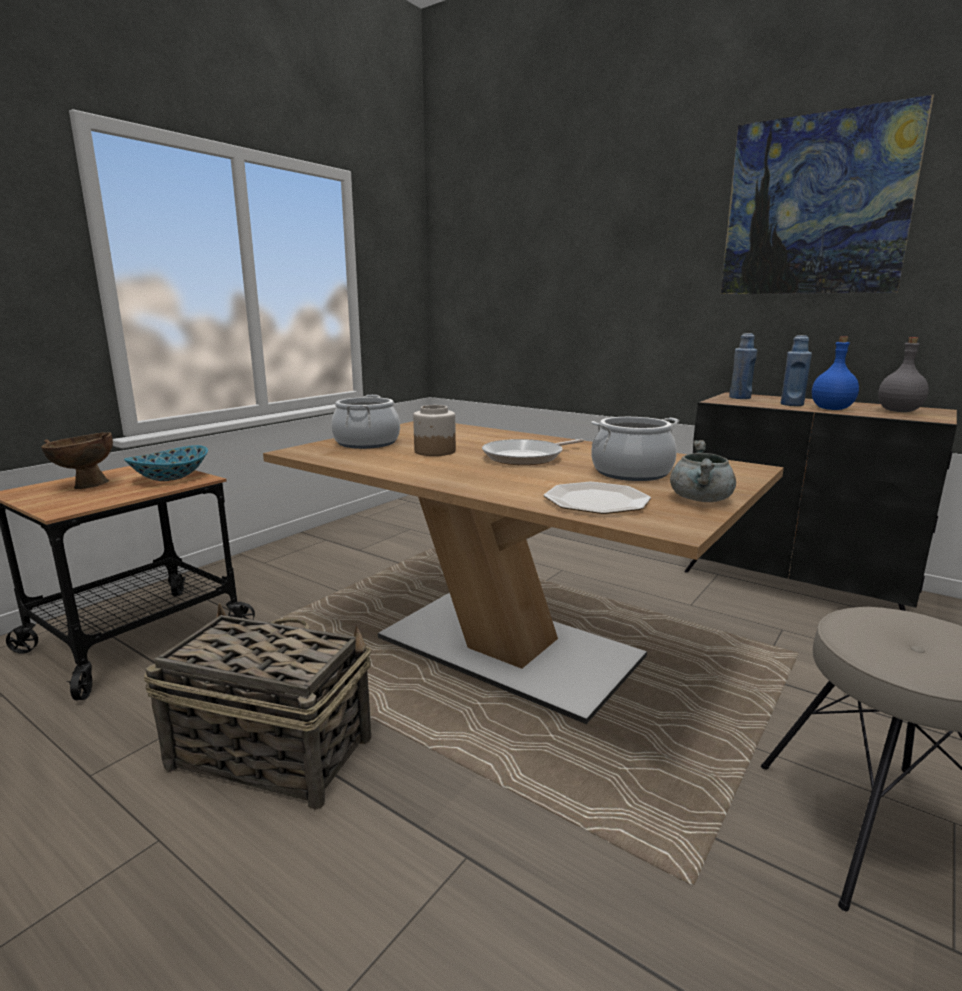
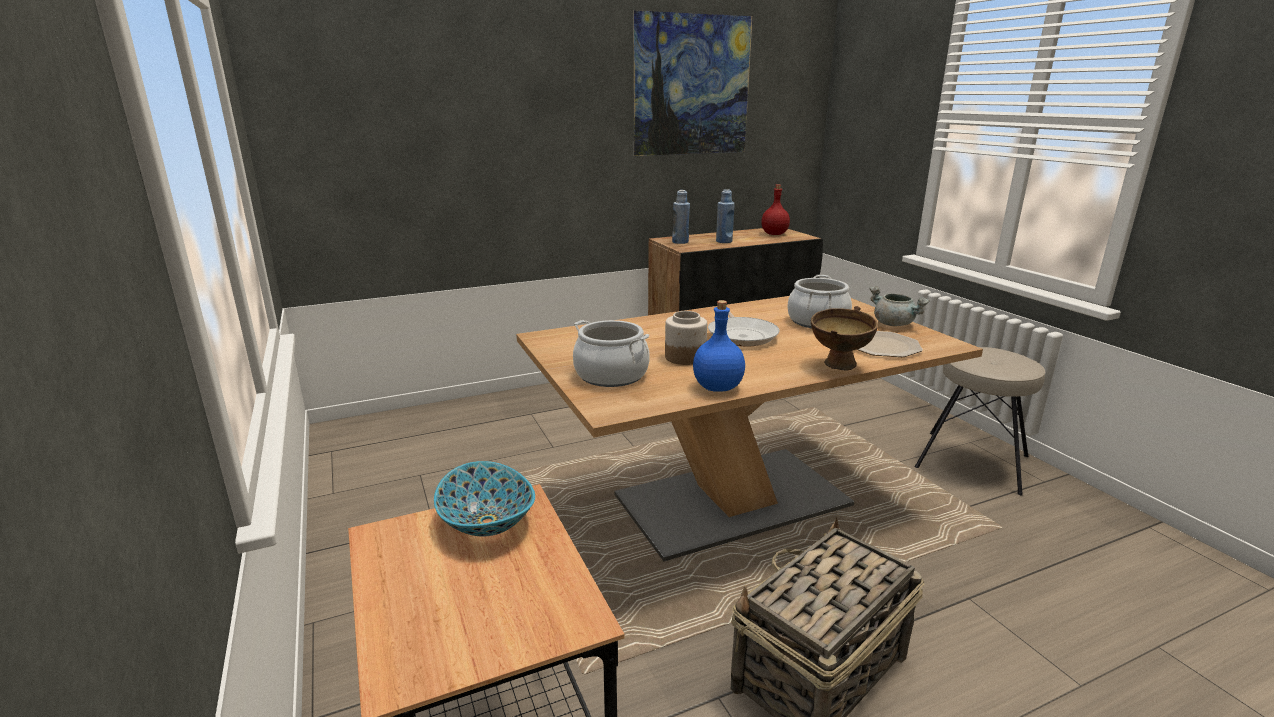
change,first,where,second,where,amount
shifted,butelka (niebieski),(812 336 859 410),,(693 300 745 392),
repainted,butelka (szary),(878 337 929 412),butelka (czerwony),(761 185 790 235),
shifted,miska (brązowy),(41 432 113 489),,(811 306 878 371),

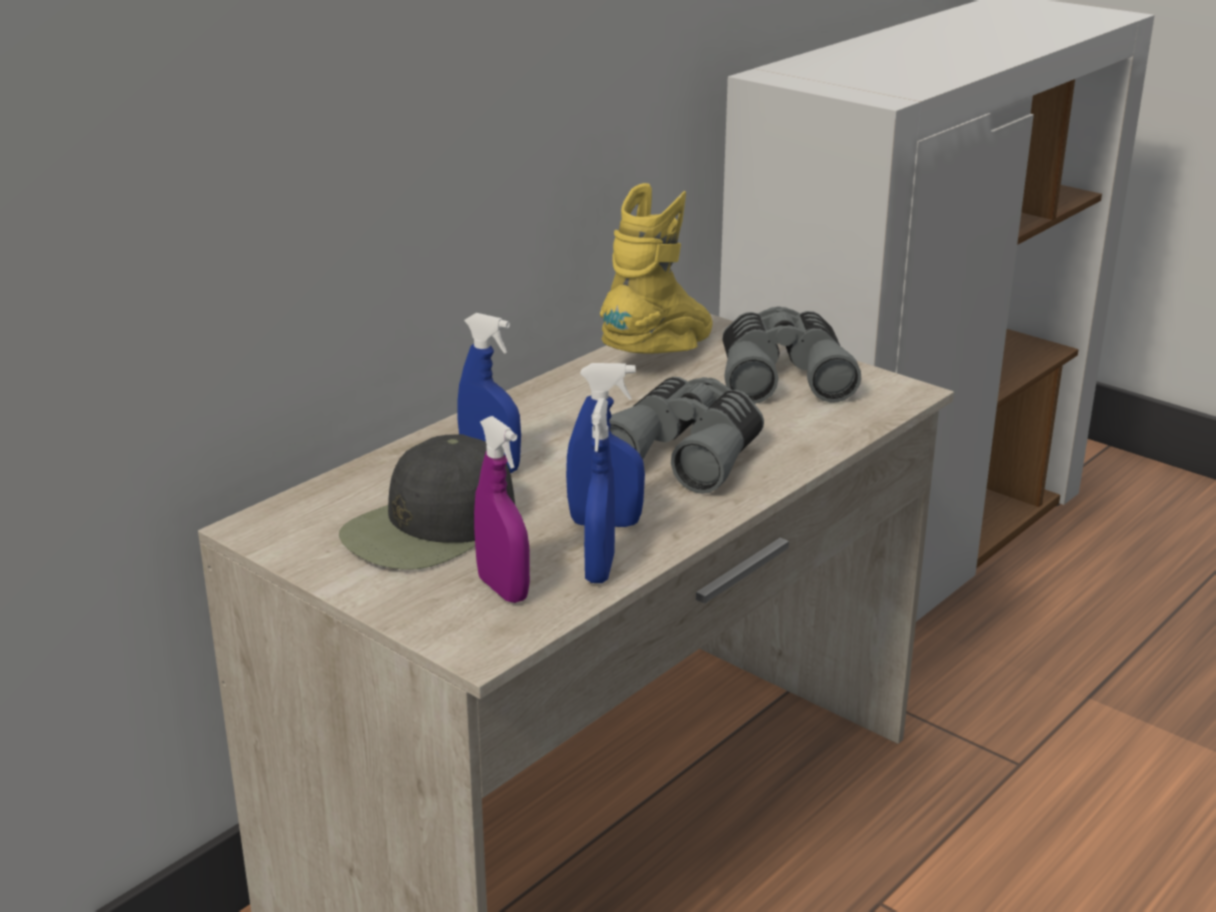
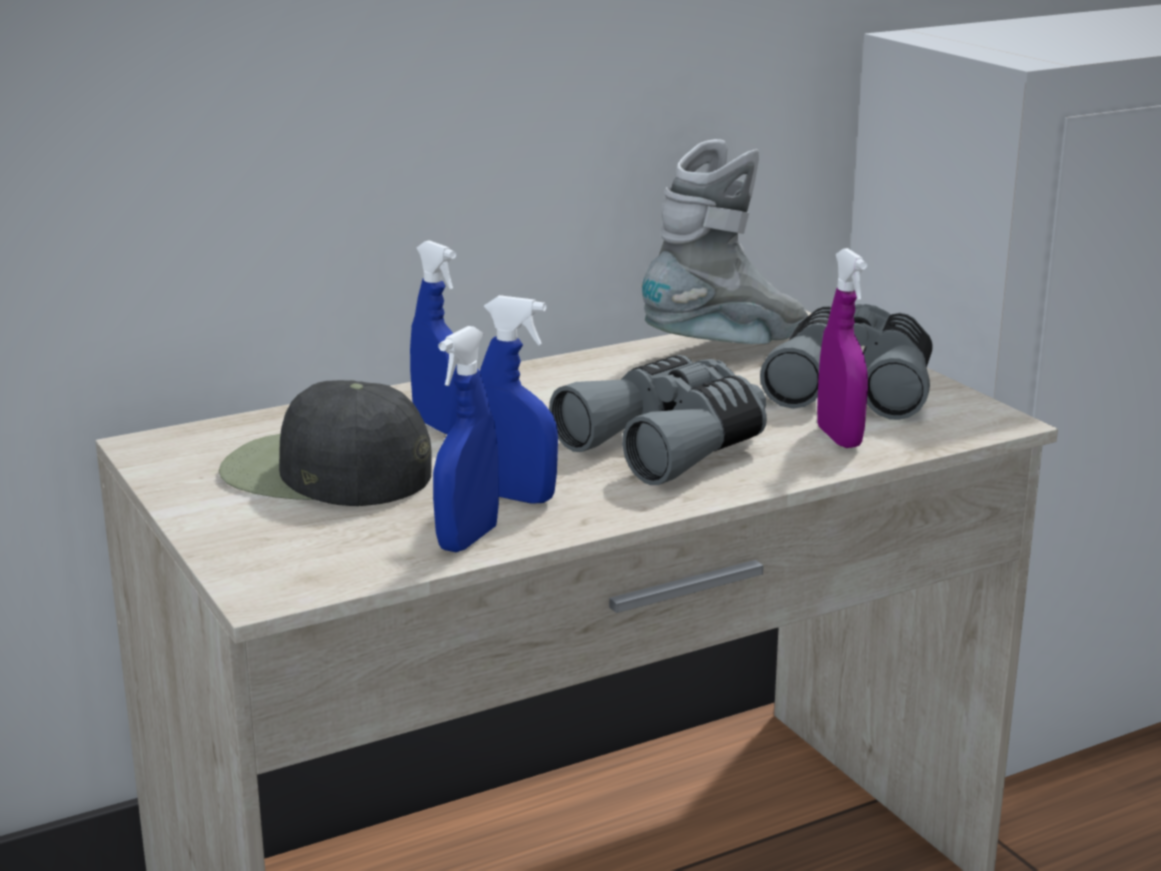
change,first,where,second,where,amount
repainted,but z cholewką (żółty),(600 183 713 354),but z cholewką (szary),(641 139 808 344),
shifted,spryskiwacz (fioletowy),(474 416 530 603),,(817 248 868 448),
rotated,czapka z daszkiem (czarny),(339 434 515 570),,(219 380 432 506),45 degrees clockwise

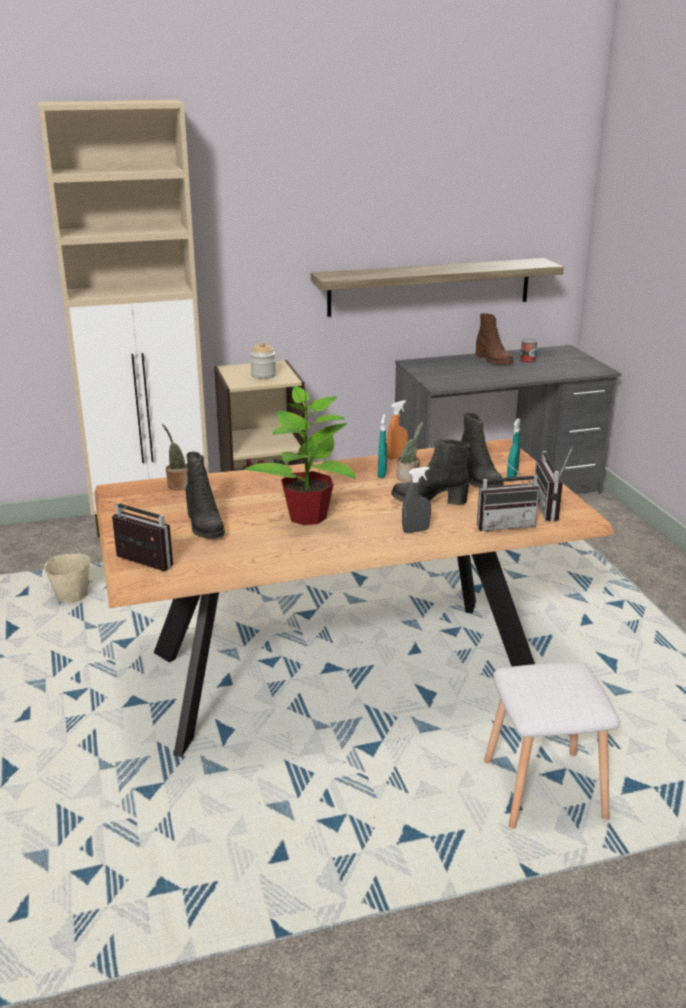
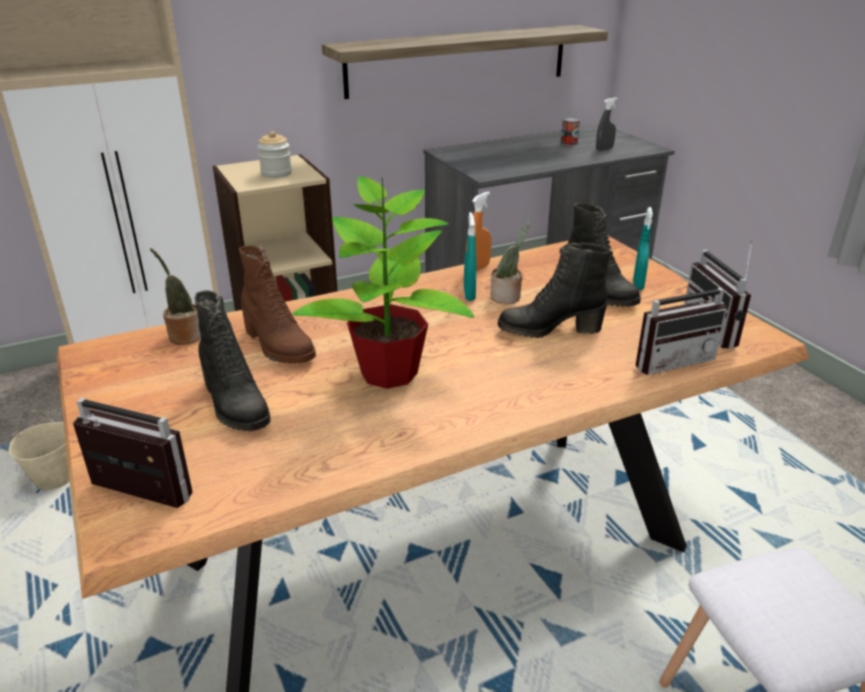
change,first,where,second,where,amount
shifted,but z cholewką (brązowy),(476 313 514 365),,(239 246 316 364),
shifted,spryskiwacz (szary),(402 467 431 533),,(596 98 618 151),

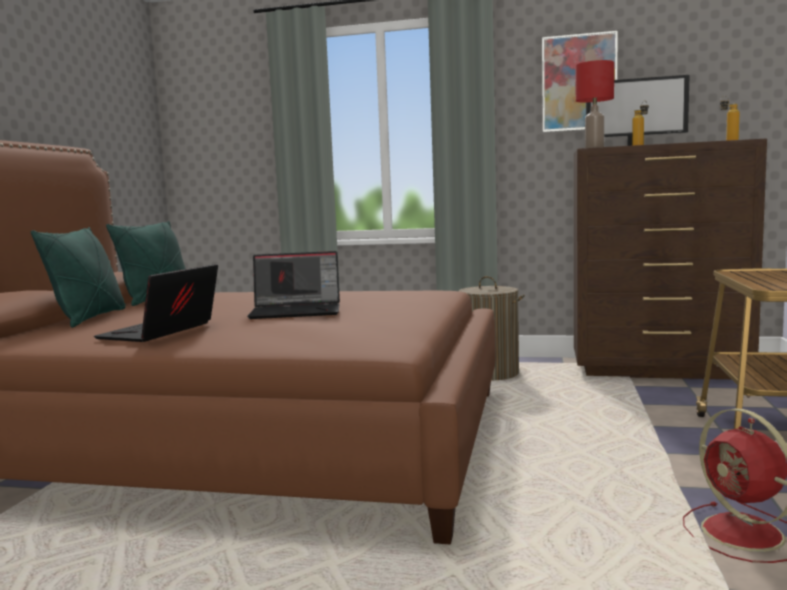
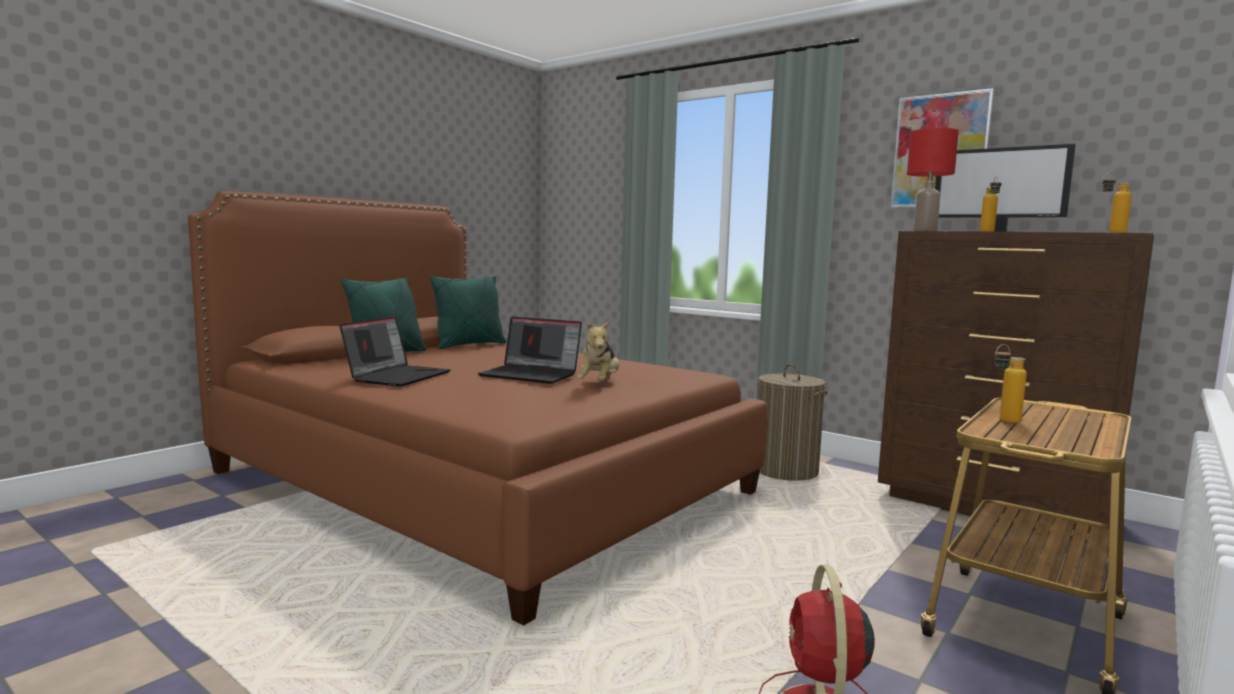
change,first,where,second,where,amount
rotated,laptop,(94 264 218 342),,(339 316 451 387),150 degrees clockwise
new,,,pluszak,(577 321 619 381),
new,,,butelka,(994 344 1027 423),

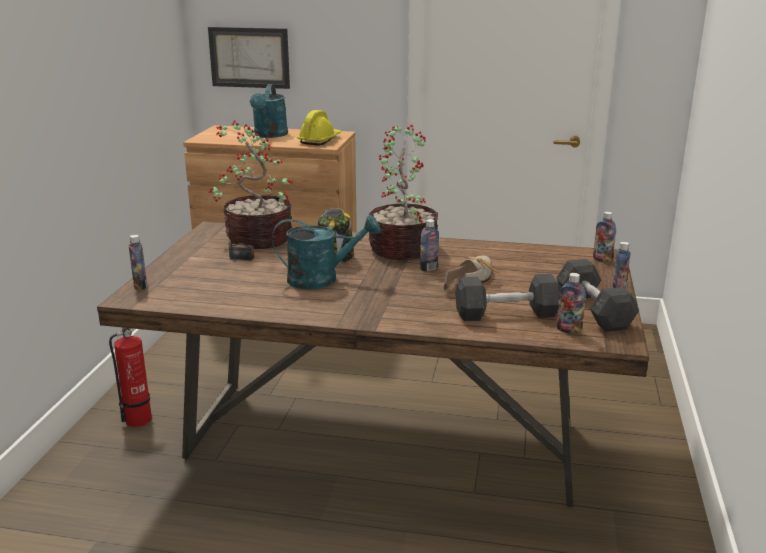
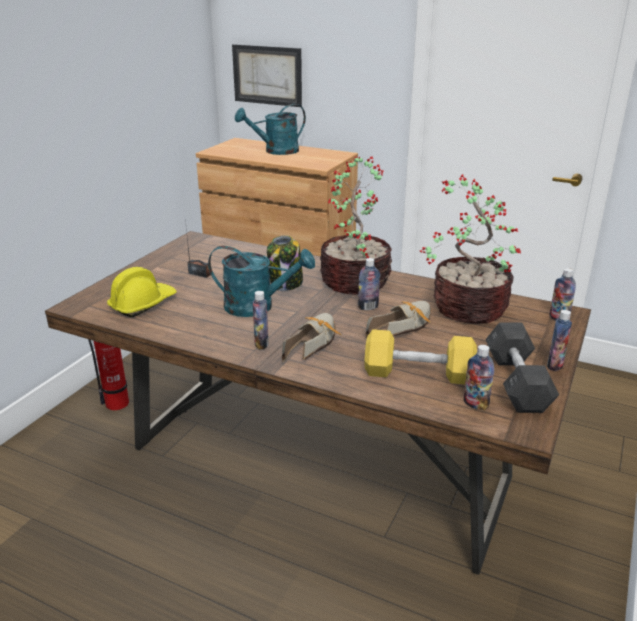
change,first,where,second,where,amount
rotated,konewka (turkusowy),(250 84 288 138),,(235 104 306 155),45 degrees clockwise
shifted,kask (żółty),(297 110 342 145),,(107 267 177 317),
shifted,roślina doniczkowa,(207 120 293 249),,(420 174 521 324),
shifted,butelka,(129 235 147 291),,(253 291 269 349),
repainted,hantel (szary),(455 274 561 321),hantel (żółty),(364 329 477 384),
new,,,but,(282 313 342 364),

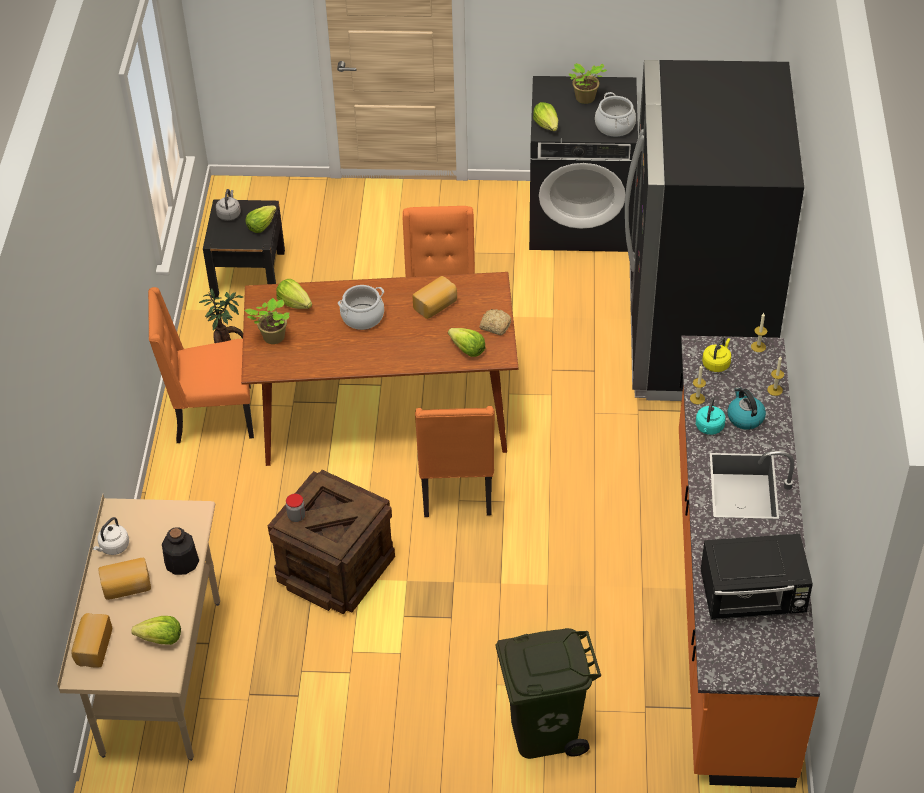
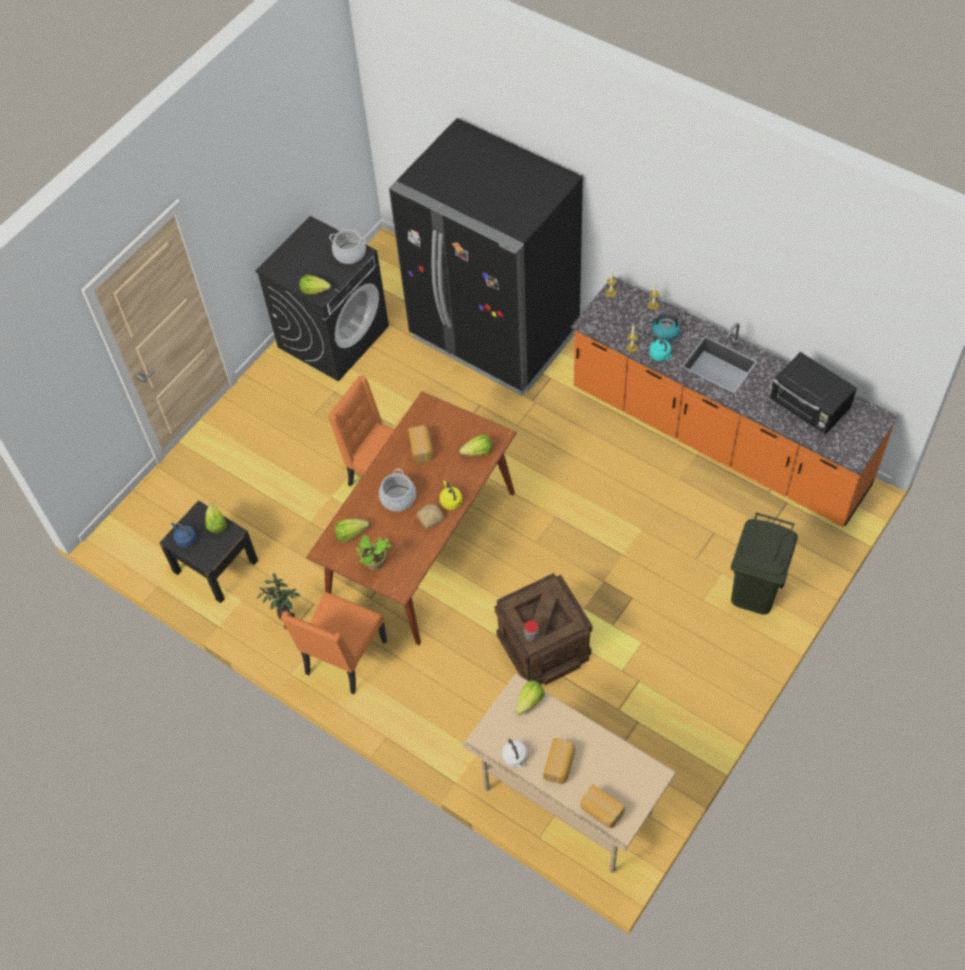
change,first,where,second,where,amount
gone,roślina doniczkowa,(569 63 607 104),,,
repainted,czajnik (szary),(216 189 241 221),czajnik (niebieski),(171 522 197 548),
shifted,chleb,(479 309 511 335),,(417 504 444 529),
shifted,czajnik (żółty),(702 337 731 372),,(440 480 462 510),
gone,krzesło (pomarańczowy),(415 406 495 517),,,
gone,butelka,(162 527 199 575),,,
rotated,mikrofalówka (czarny),(701 534 813 620),,(770 352 857 434),105 degrees clockwise
shifted,sałata,(131 616 181 645),,(516 680 545 715),

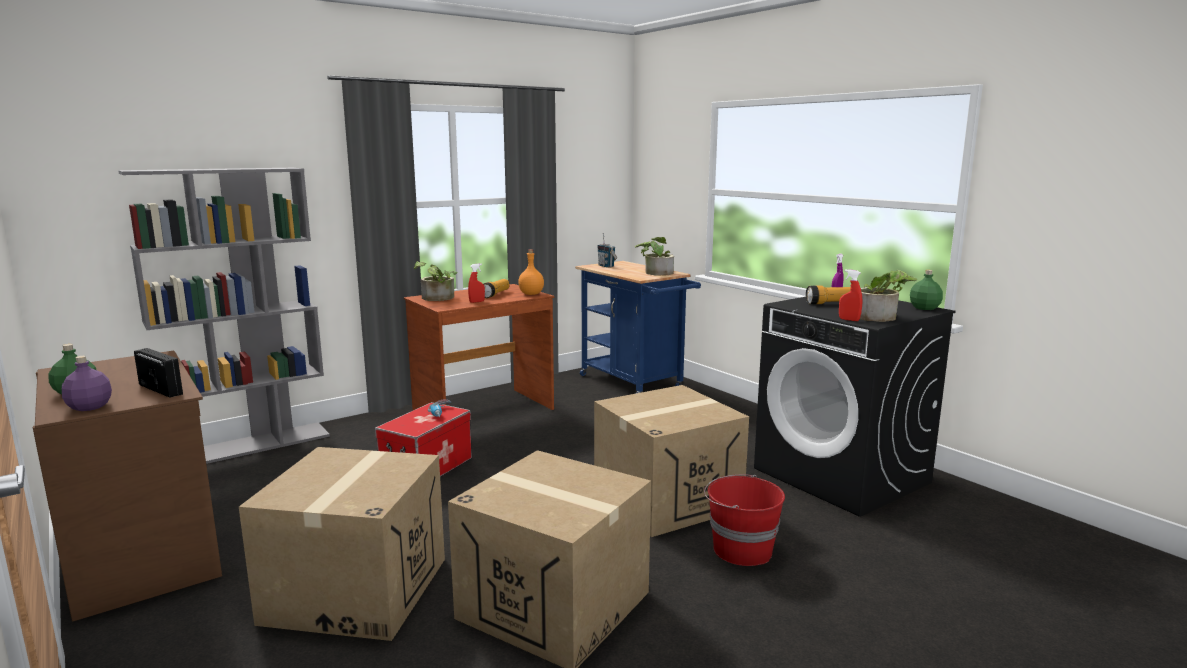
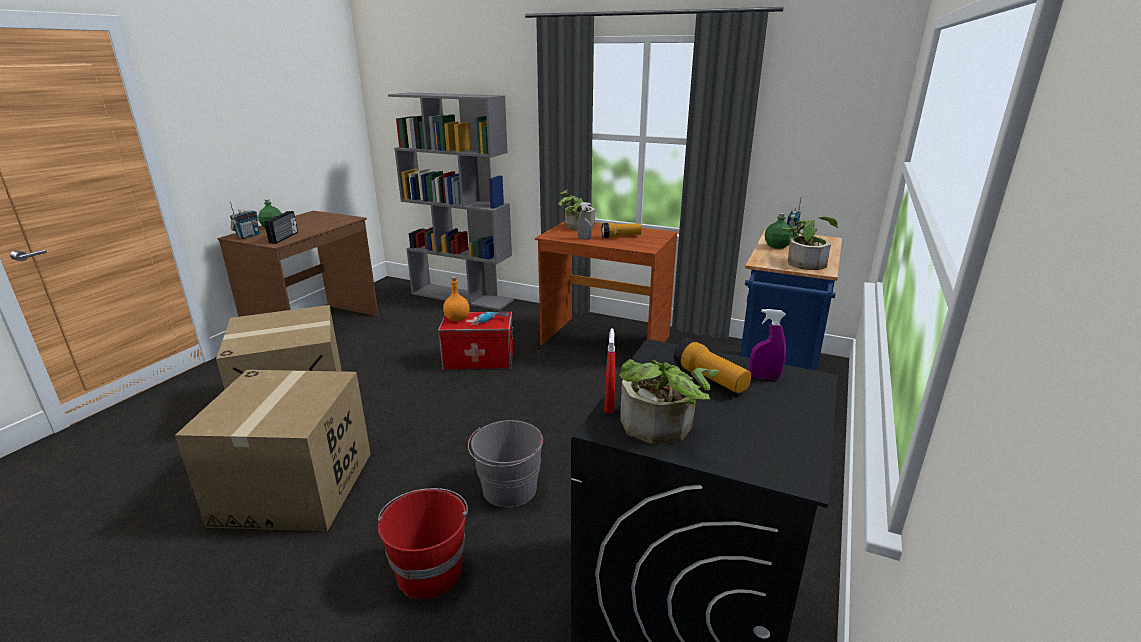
change,first,where,second,where,amount
shifted,butelka (pomarańczowy),(518 249 544 295),,(443 277 470 321),
repainted,spryskiwacz (czerwony),(468 263 485 303),spryskiwacz (szary),(577 202 592 240),
shifted,butelka (zielony),(910 270 943 310),,(765 213 793 249),
swapped,butelka (fioletowy),(62 356 112 411),radio,(230 203 259 239),
swapped,karton,(594 385 749 537),wiadro (szary),(468 420 543 508),

